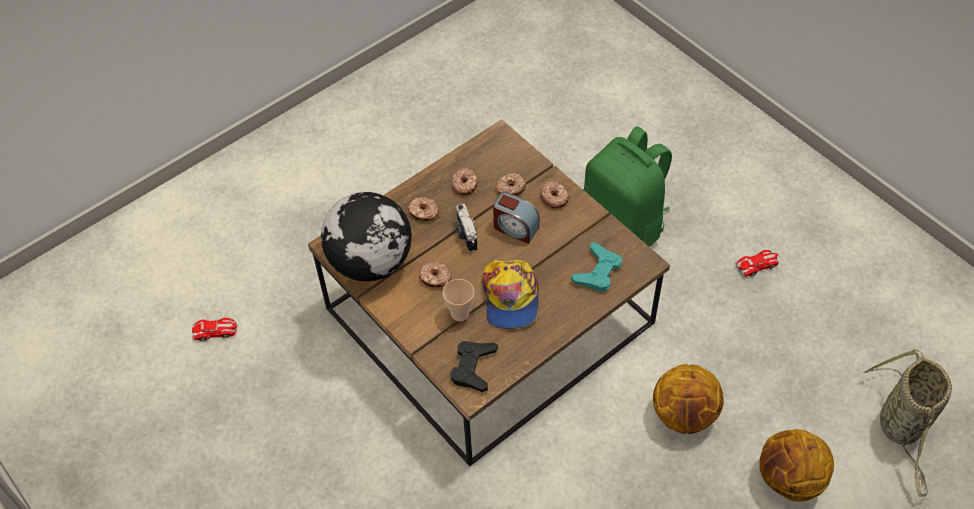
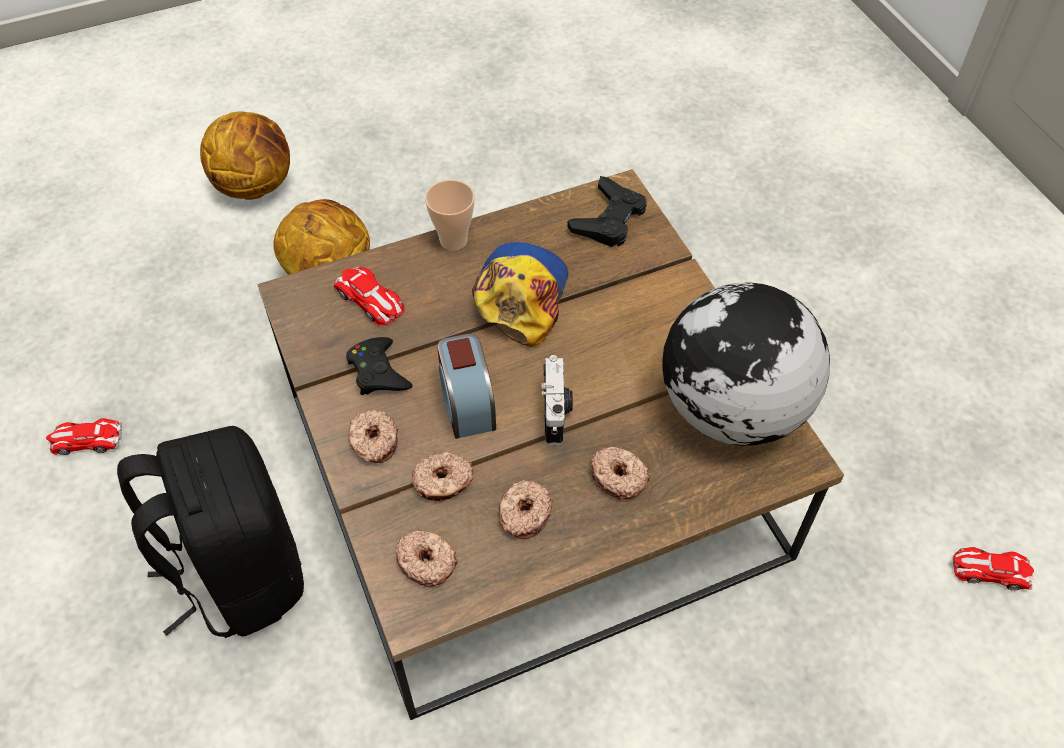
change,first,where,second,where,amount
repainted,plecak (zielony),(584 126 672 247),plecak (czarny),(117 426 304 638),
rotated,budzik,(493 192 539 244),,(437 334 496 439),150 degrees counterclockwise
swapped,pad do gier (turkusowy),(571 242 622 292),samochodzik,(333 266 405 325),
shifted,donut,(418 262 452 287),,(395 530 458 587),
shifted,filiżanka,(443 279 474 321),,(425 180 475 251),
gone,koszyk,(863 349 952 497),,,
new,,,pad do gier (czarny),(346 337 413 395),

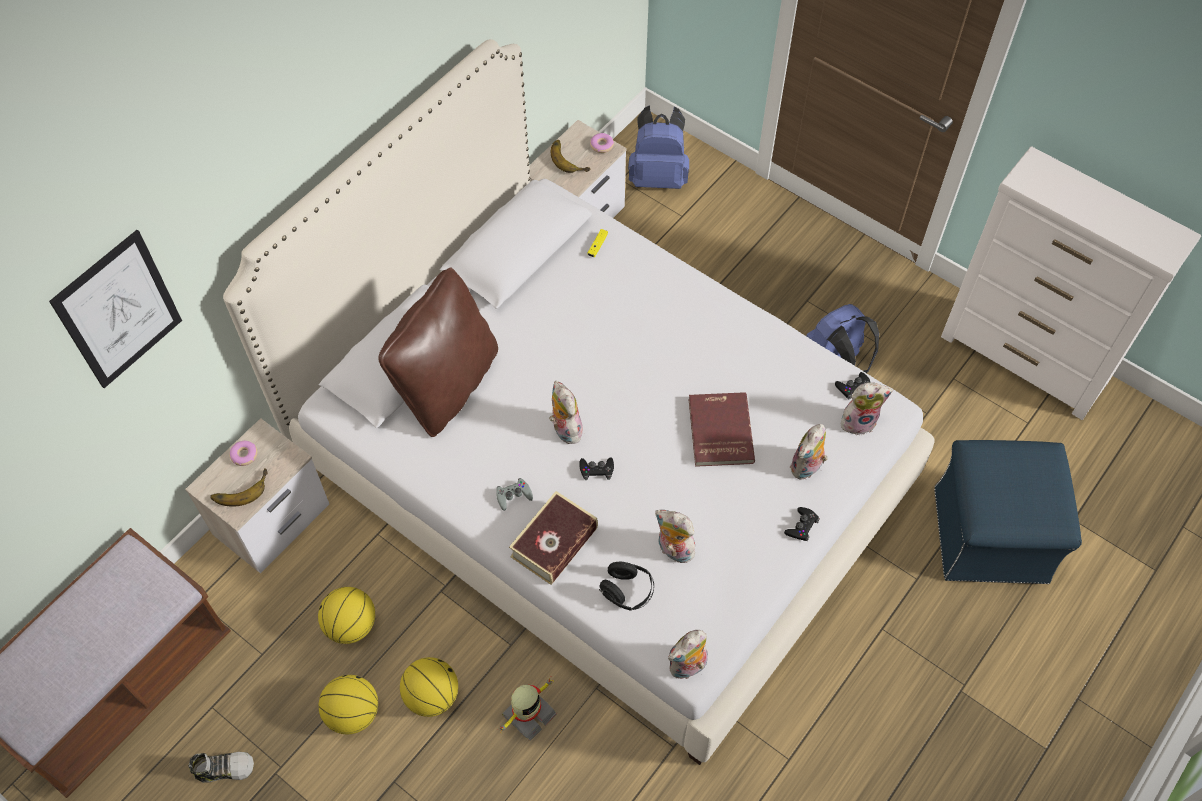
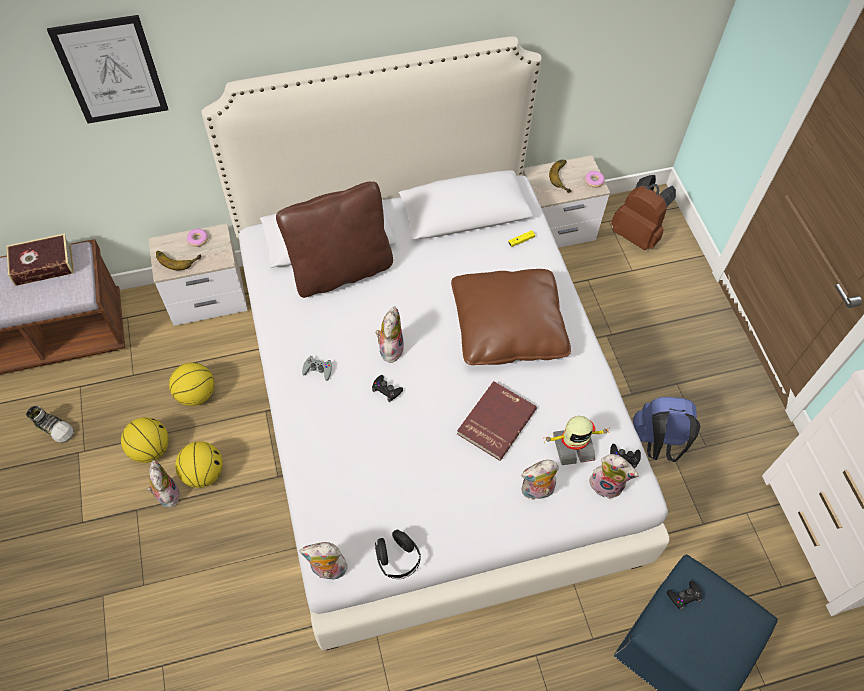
change,first,where,second,where,amount
repainted,plecak (niebieski),(628 105 689 189),plecak (brązowy),(611 175 676 250),
shifted,książka,(509 491 598 585),,(6 233 74 286),
shifted,pad do gier (czarny),(784 507 820 541),,(667 581 702 610),
shifted,pluszak,(655 510 695 563),,(147 460 180 508),
shifted,słuchawki (czarny),(599 562 654 611),,(375 530 421 579),
shifted,robot zabawkowy,(499 679 557 741),,(543 416 609 465),
new,,,poduszka (brązowy),(451 269 571 365),

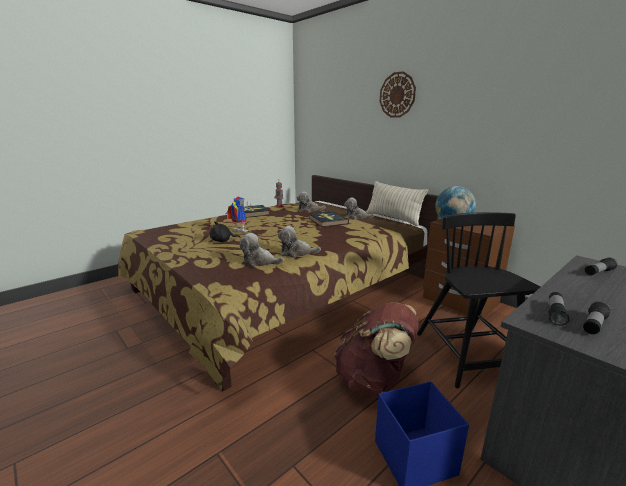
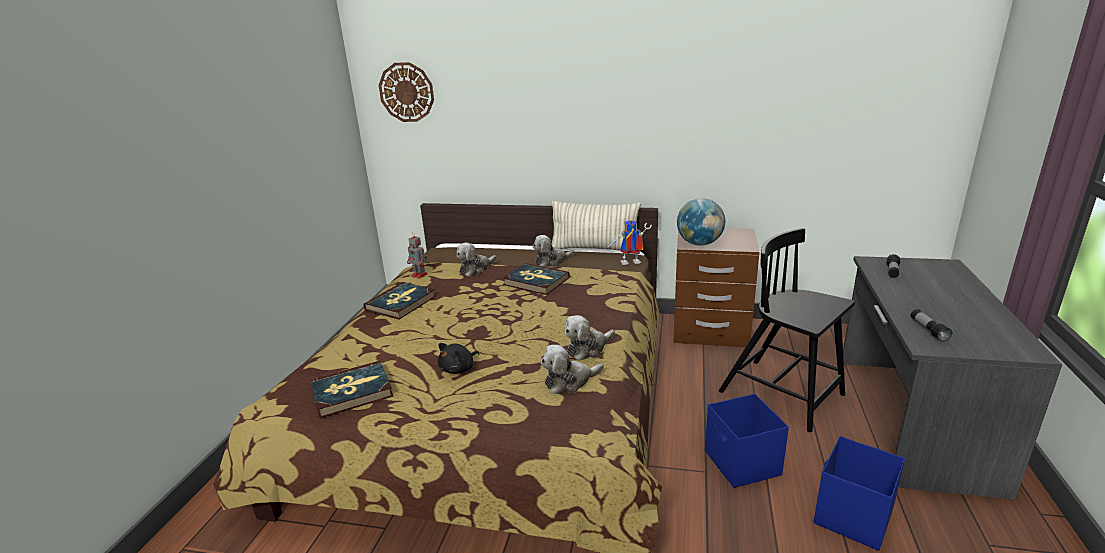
change,first,where,second,where,amount
shifted,zegar ścienny,(380 71 416 118),,(378 62 434 122),
shifted,robot zabawkowy,(225 197 252 233),,(607 221 652 265),
gone,latarka,(583 301 611 334),,,
swapped,plecak (brązowy),(334 302 419 396),pojemnik do przechowywania (niebieski),(705 394 789 488),
new,,,książka,(310 361 393 418),

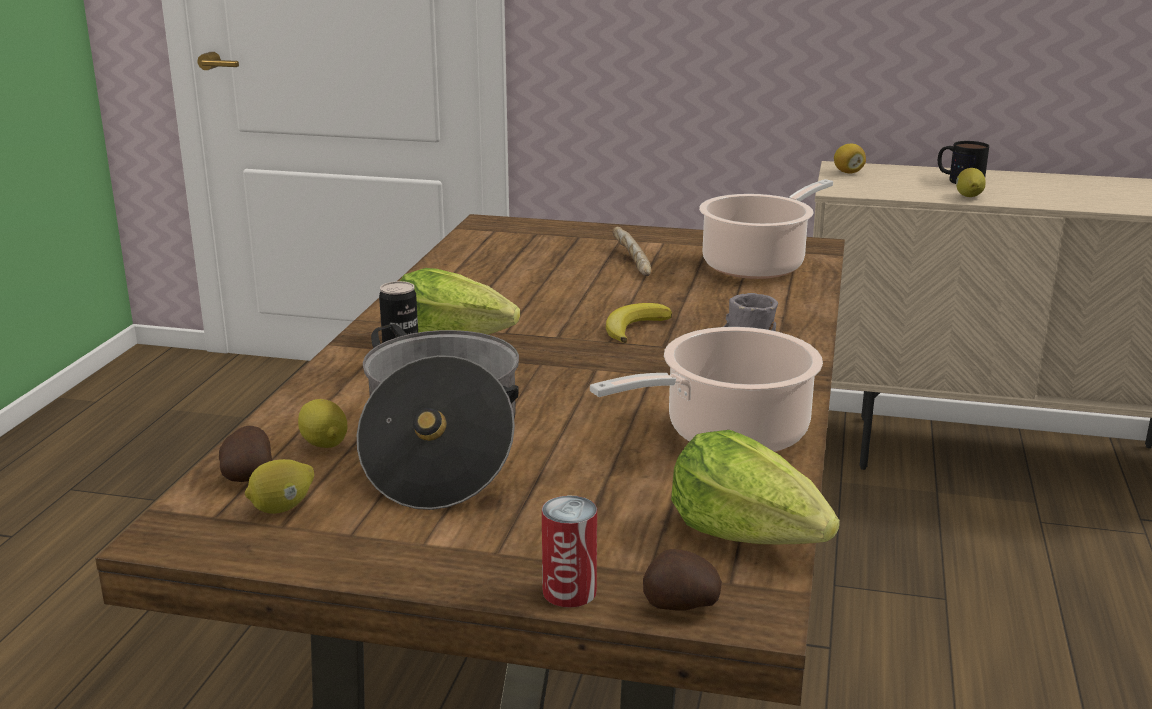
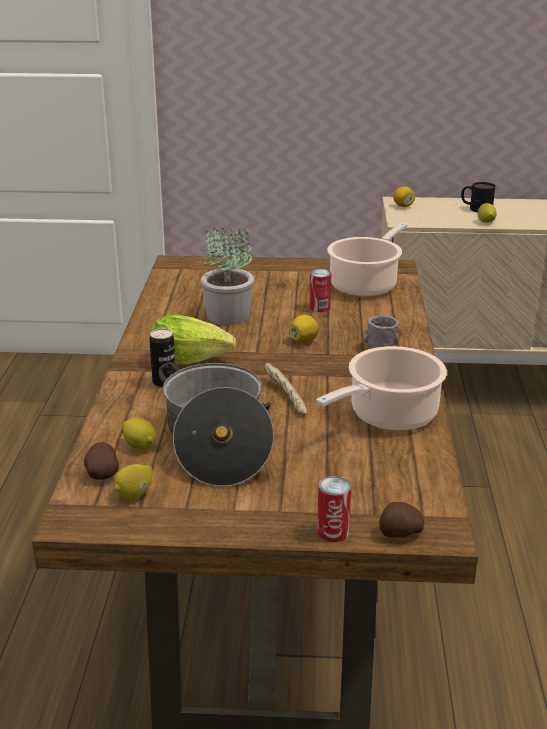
change,first,where,second,where,amount
shifted,chleb,(612 227 651 276),,(264 363 307 416),
swapped,banan,(606 303 672 343),cytryna,(289 315 319 343),
gone,sałata,(671 430 840 544),,,
new,,,roślina doniczkowa,(201 227 254 325),
new,,,puszka,(309 269 331 312),

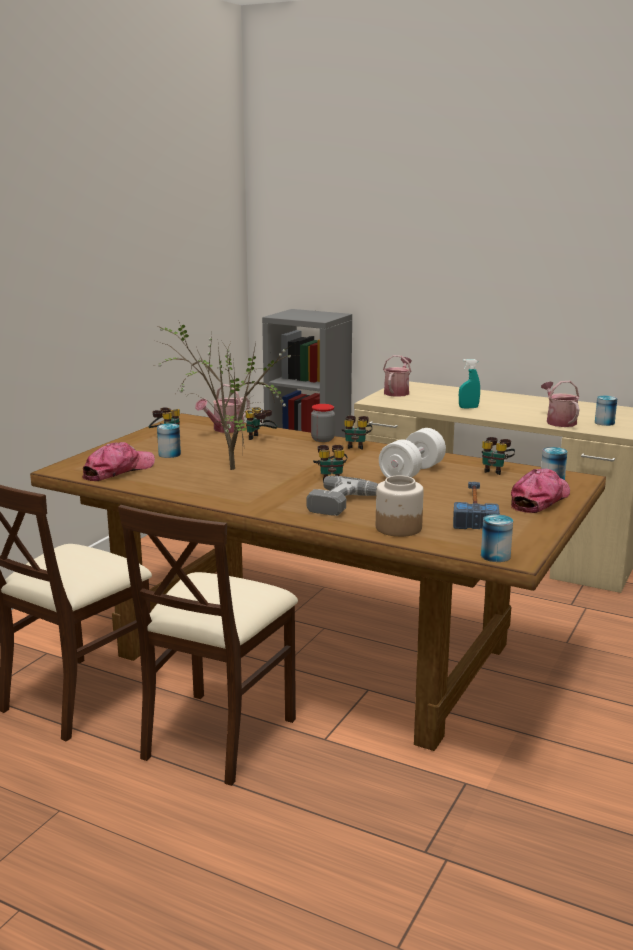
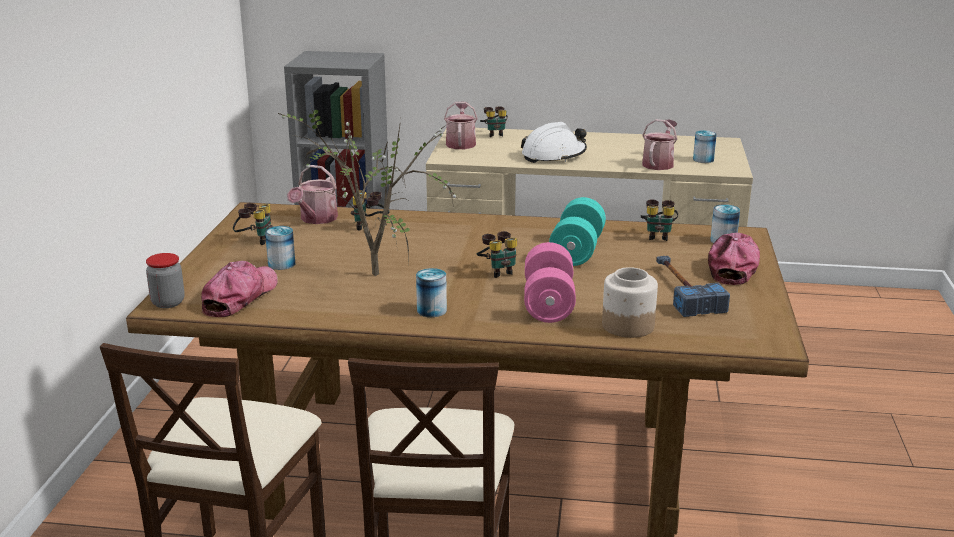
change,first,where,second,where,amount
swapped,spryskiwacz (turkusowy),(459 359 480 408),kask (biały),(521 122 587 163),
rotated,konewka,(541 381 579 427),,(642 119 678 170),60 degrees clockwise
shifted,słoik,(311 404 335 442),,(146 253 185 308),
shifted,lornetka,(342 416 373 450),,(480 106 508 137),
repainted,hantel (biały),(379 428 446 478),hantel (turkusowy),(549 197 606 266),
swapped,wiertarka,(307 476 378 516),hantel (różowy),(524 242 576 323),
shifted,puszka,(481 514 513 562),,(416 268 447 317),

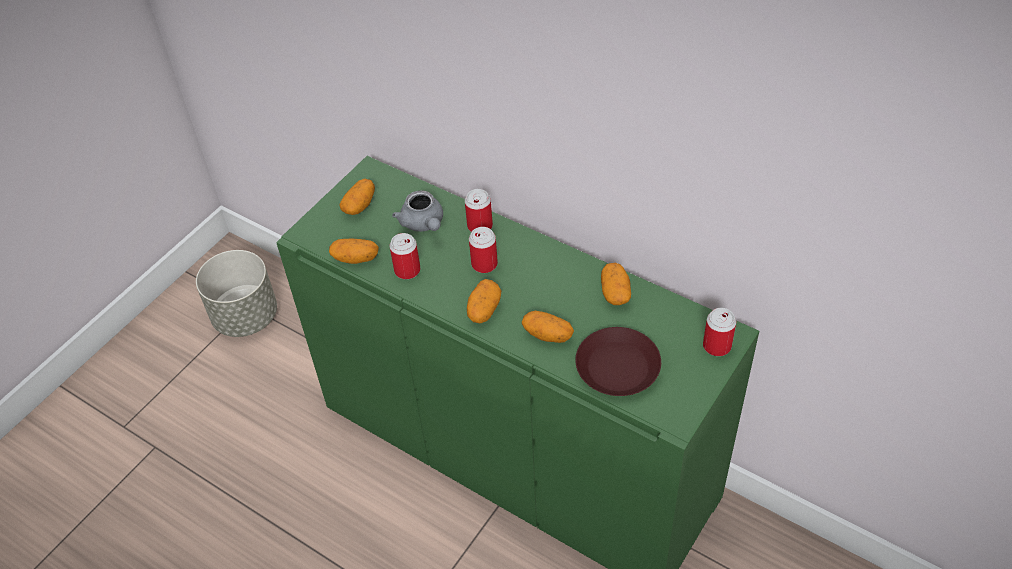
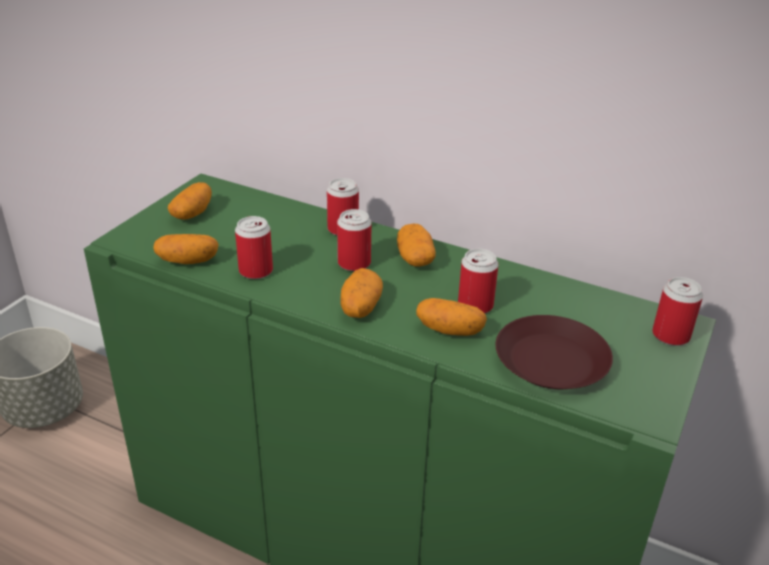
change,first,where,second,where,amount
gone,imbryk (szary),(392 190 443 232),,,
shifted,ziemniak,(601 263 631 305),,(397 224 436 267),
new,,,puszka,(458 249 498 314),

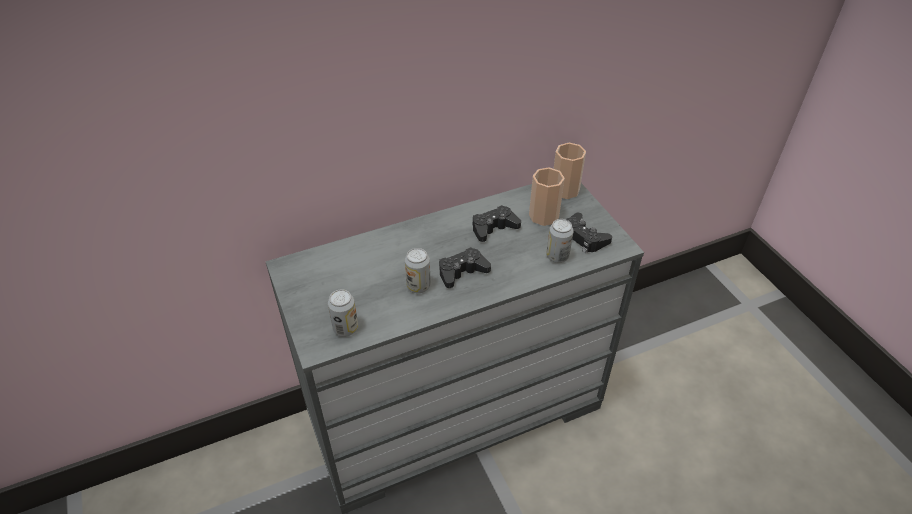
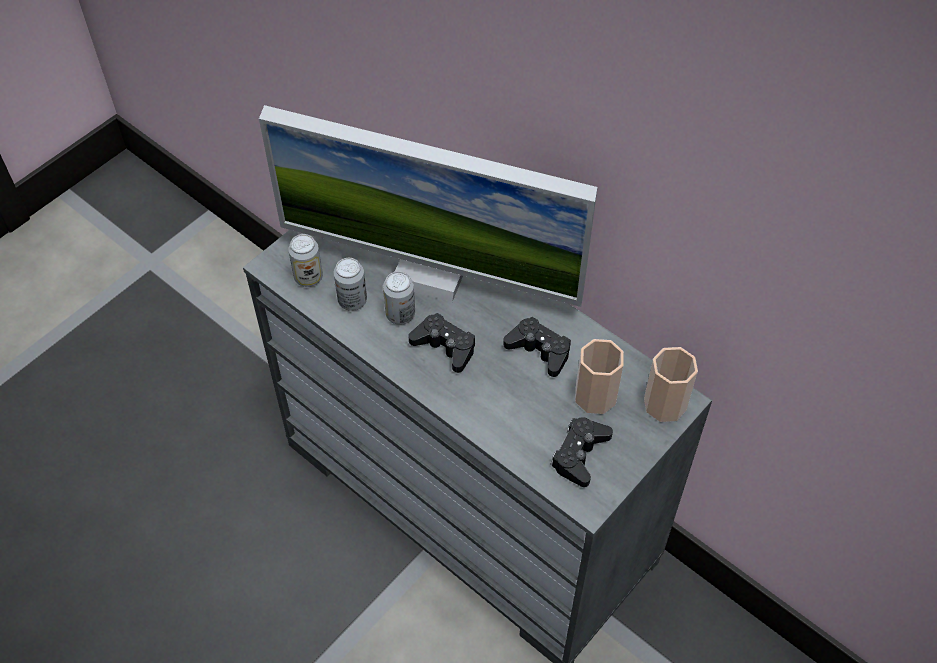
change,first,where,second,where,amount
shifted,puszka,(546 219 574 263),,(334 258 367 311),
new,,,monitor,(259 105 597 307),

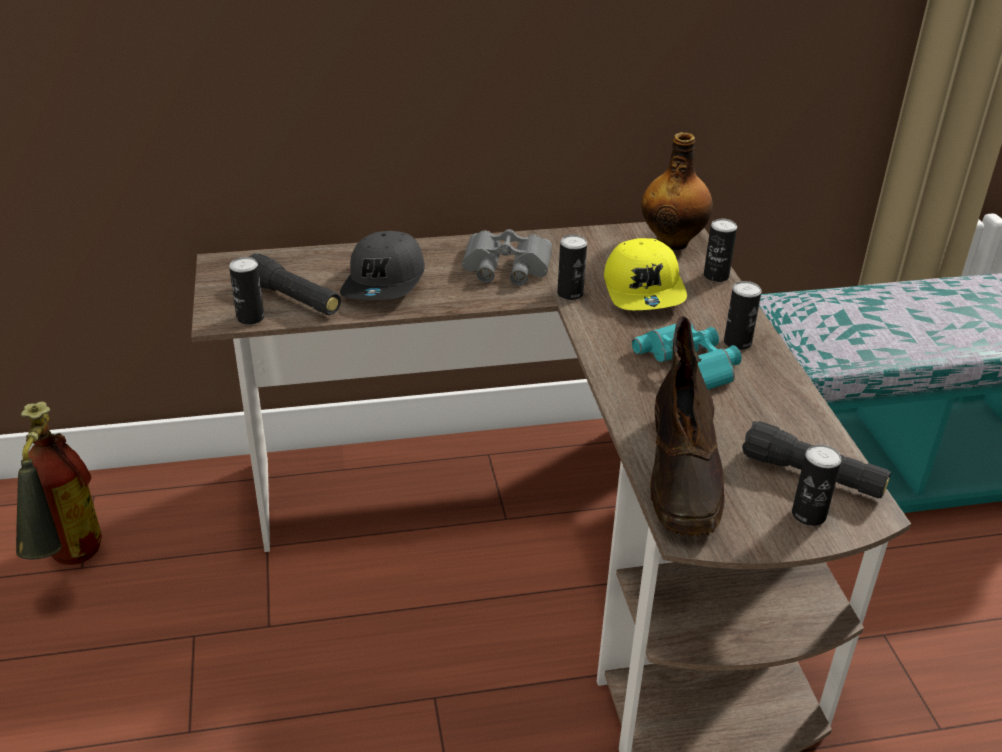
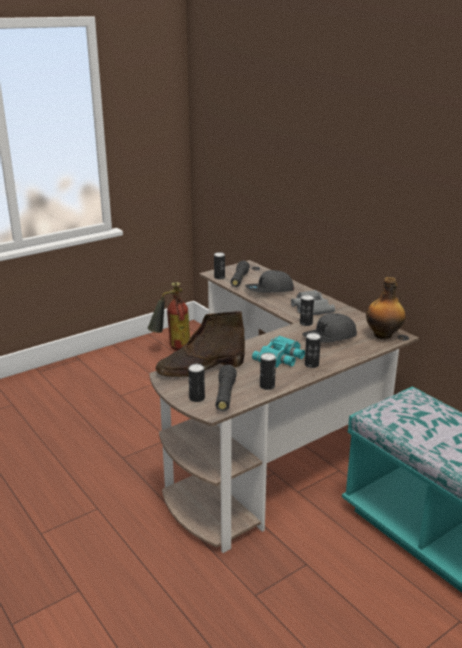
change,first,where,second,where,amount
shifted,puszka,(704 219 737 282),,(260 353 276 390),
repainted,czapka z daszkiem (żółty),(604 238 687 310),czapka z daszkiem (szary),(302 313 357 343),

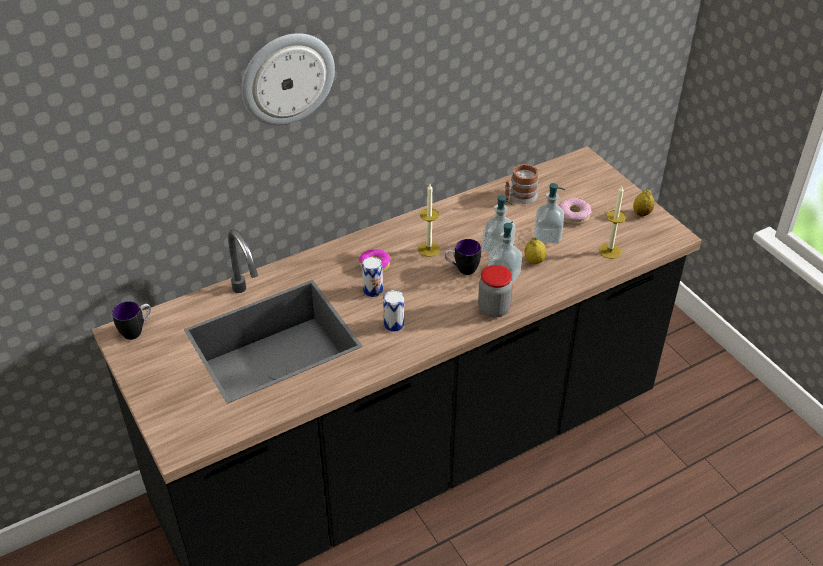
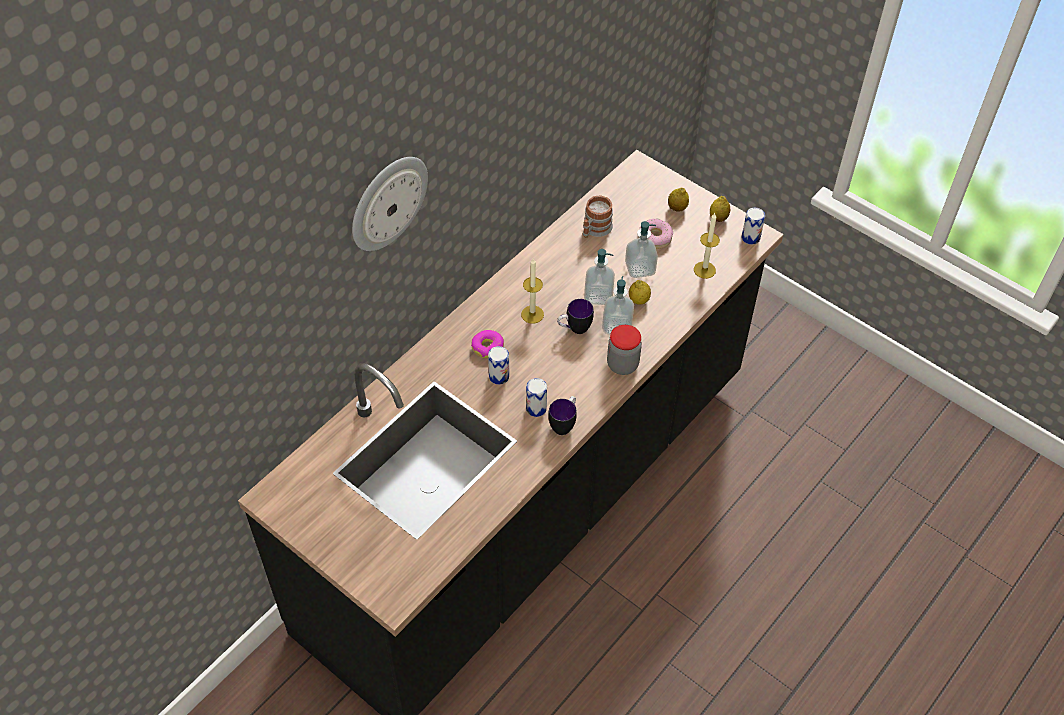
change,first,where,second,where,amount
shifted,kubek,(112 301 151 340),,(548 396 577 435),
new,,,cytryna,(668 188 689 211),
new,,,puszka,(742 208 765 245),

